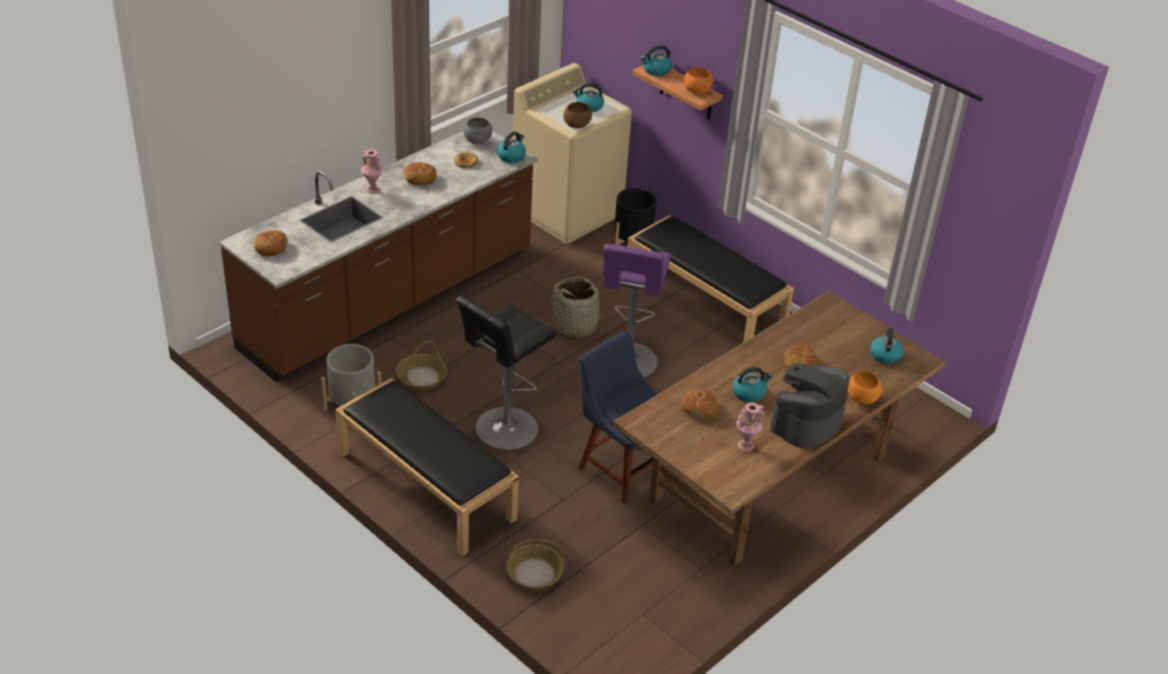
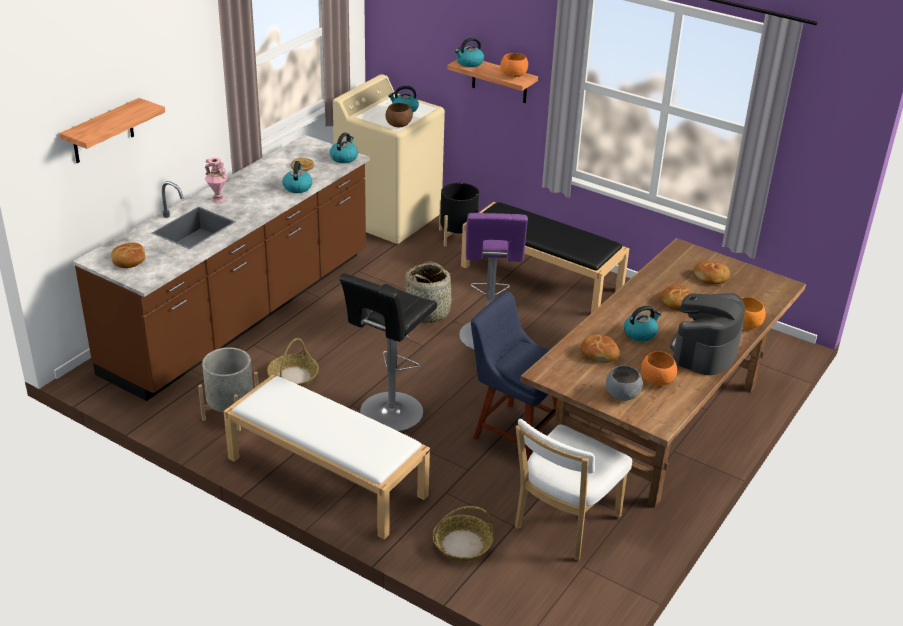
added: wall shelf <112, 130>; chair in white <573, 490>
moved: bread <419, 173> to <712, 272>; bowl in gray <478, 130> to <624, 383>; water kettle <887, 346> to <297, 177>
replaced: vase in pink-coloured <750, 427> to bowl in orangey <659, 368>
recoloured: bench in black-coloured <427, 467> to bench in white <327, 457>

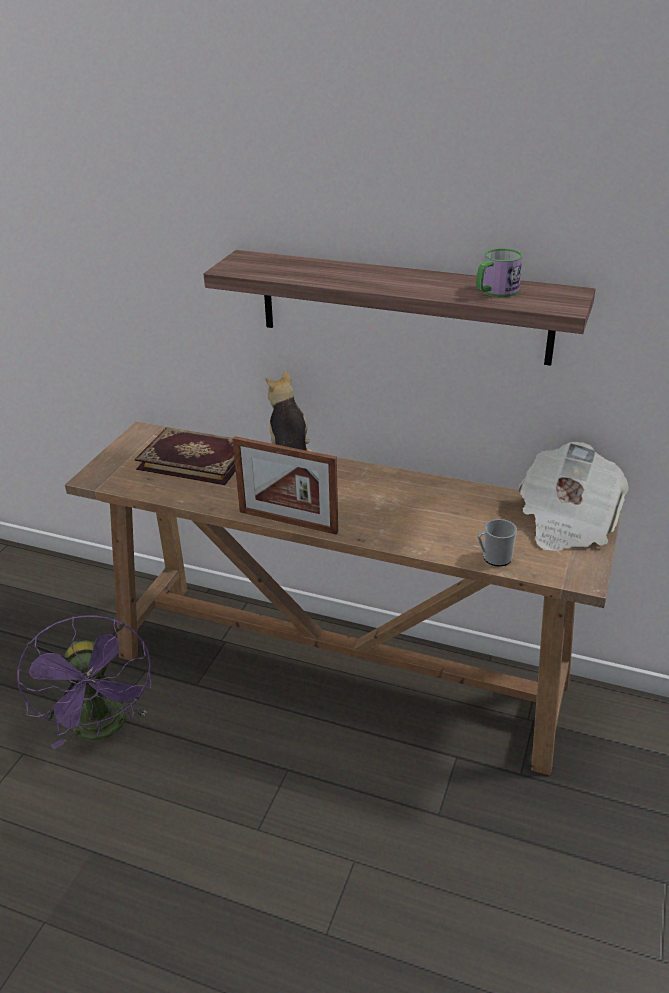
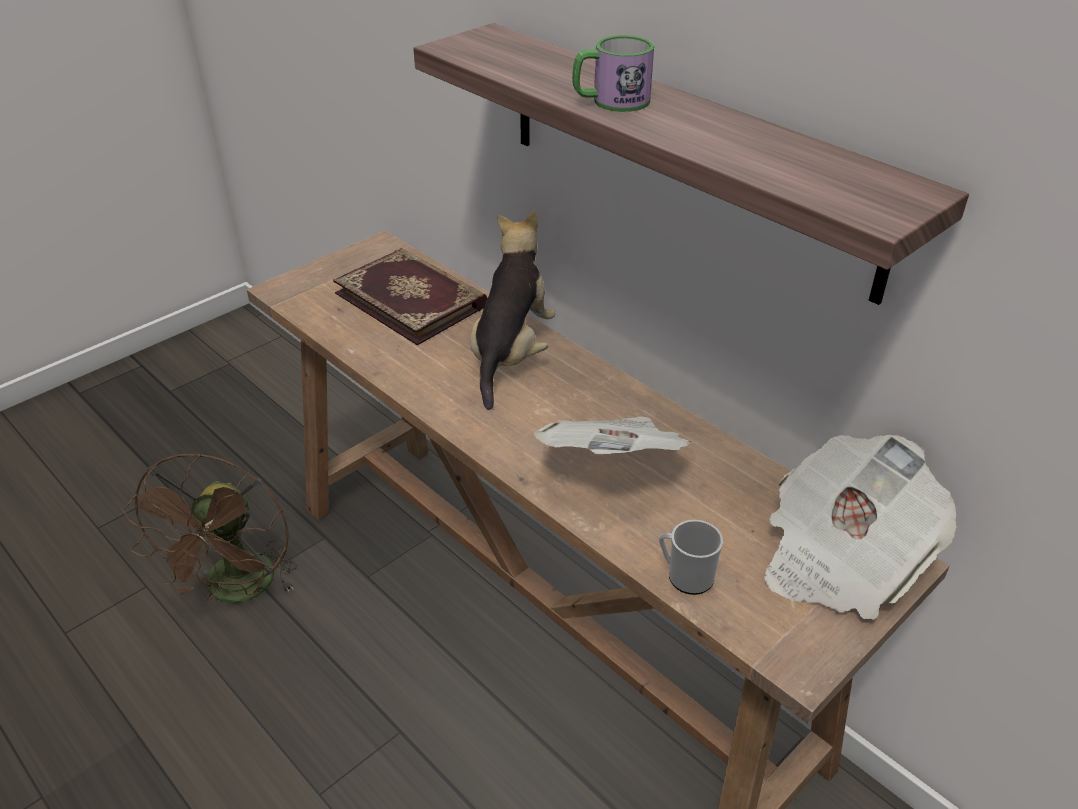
removed: standing frame <285, 485>
added: newspaper <613, 435>
moved: coffee mug <499, 272> to <613, 73>
recoloured: electric fan in purplish <84, 682> to electric fan in brownish <210, 528>

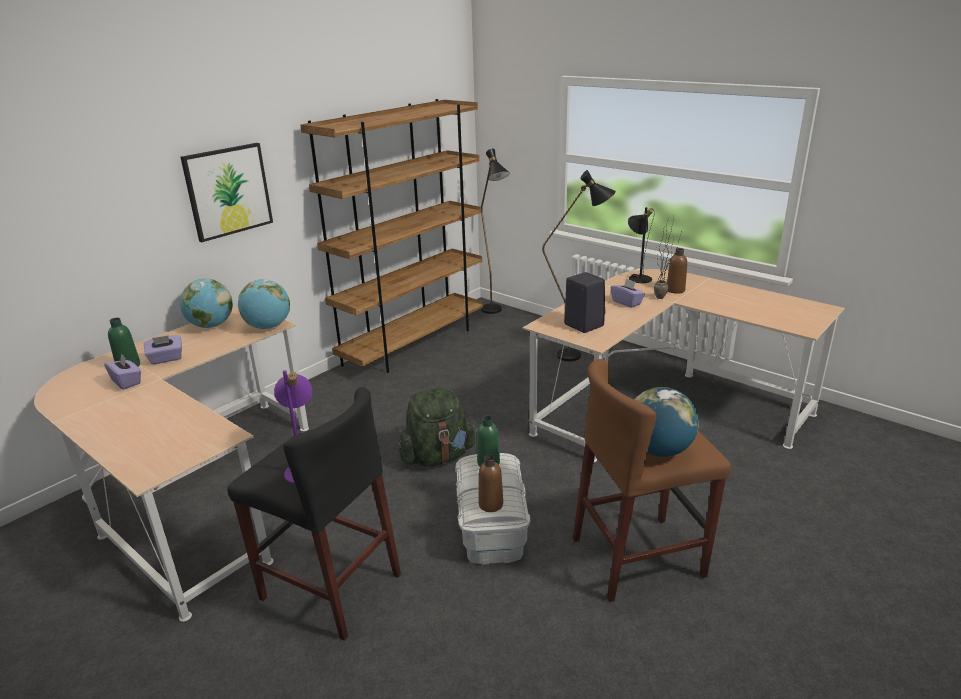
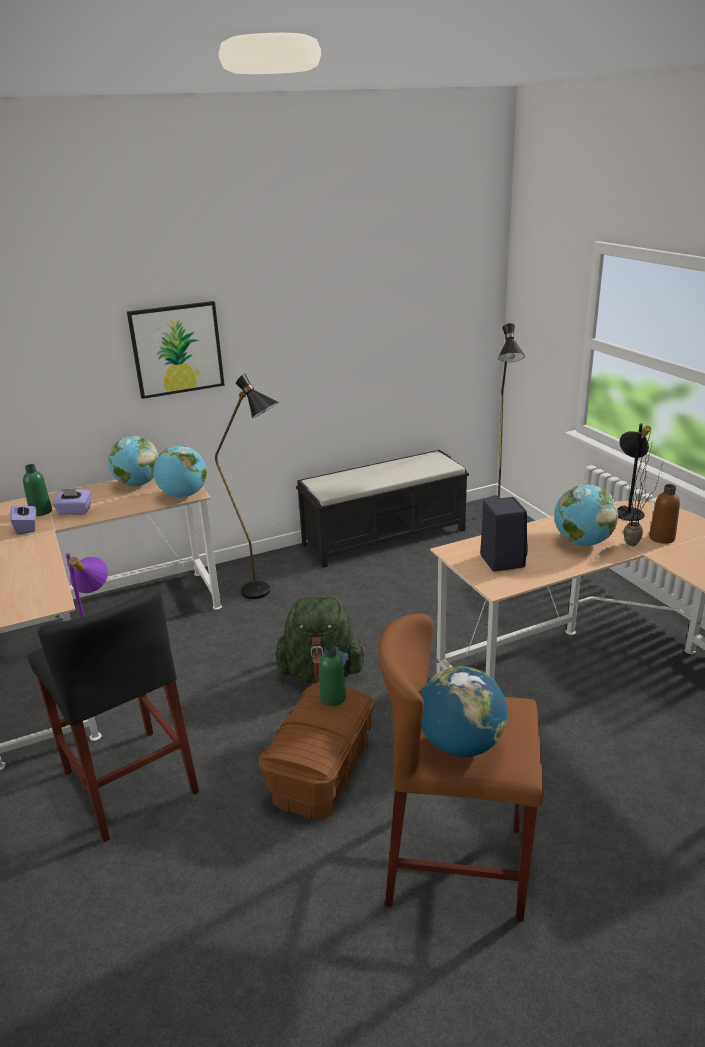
removed: drink bottle in brownish <490, 483>
moved: floor lamp in black-coloured <579, 265> to <247, 486>
replaced: bookshelf in brownish <392, 236> to bench in black-coloured <382, 509>; box of tissues in purplish <628, 293> to desk globe <586, 515>
recoloured: storage box in white <492, 509> to storage box in brownish <317, 751>

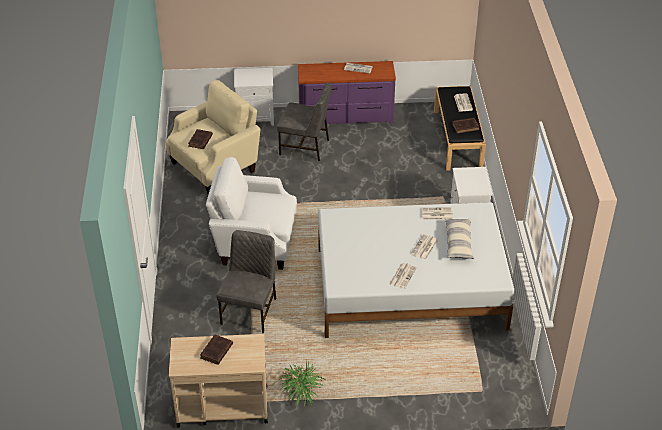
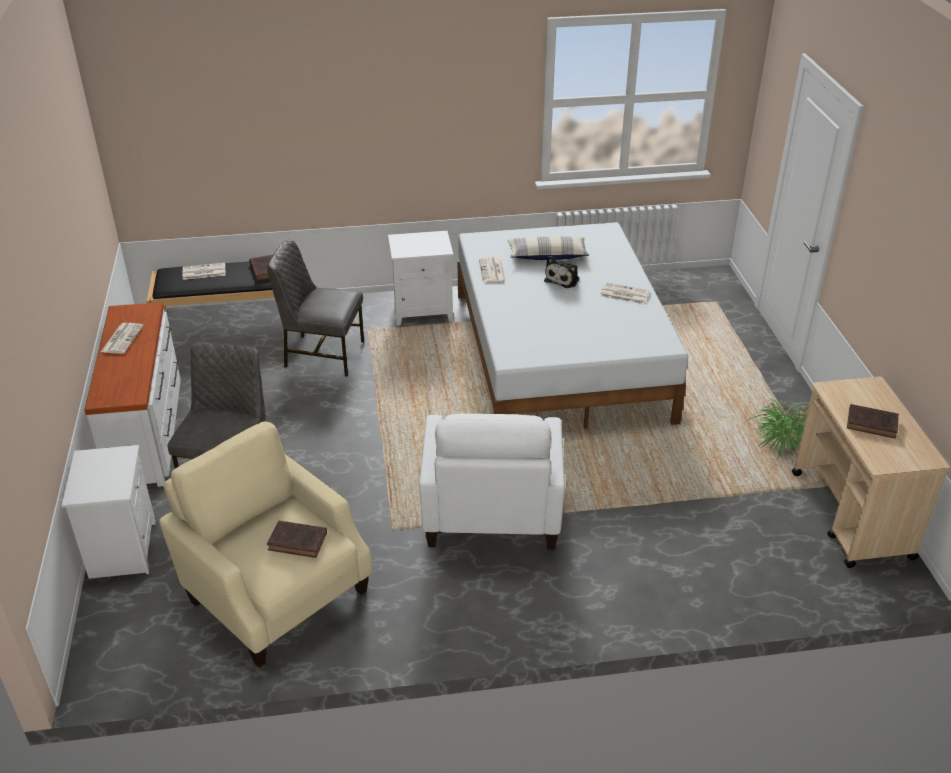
moved: chair in gray <246, 281> to <315, 307>
replaced: newspaper <424, 247> to soft toy <562, 272>
recoloured: drawer chest in purplish <347, 92> to drawer chest in white <133, 394>

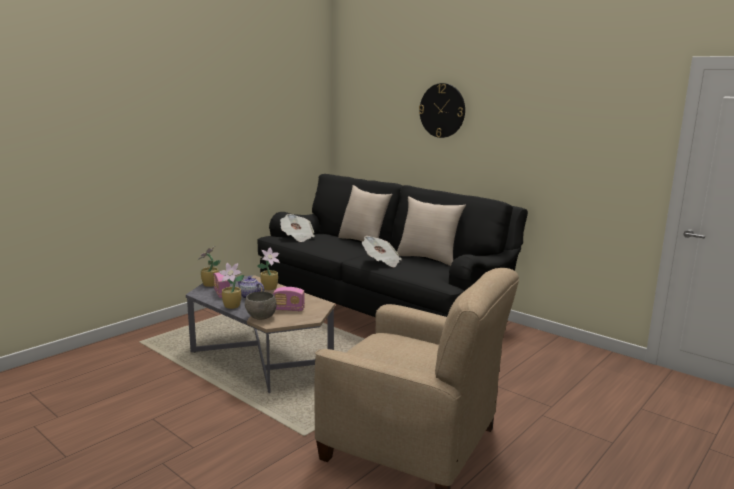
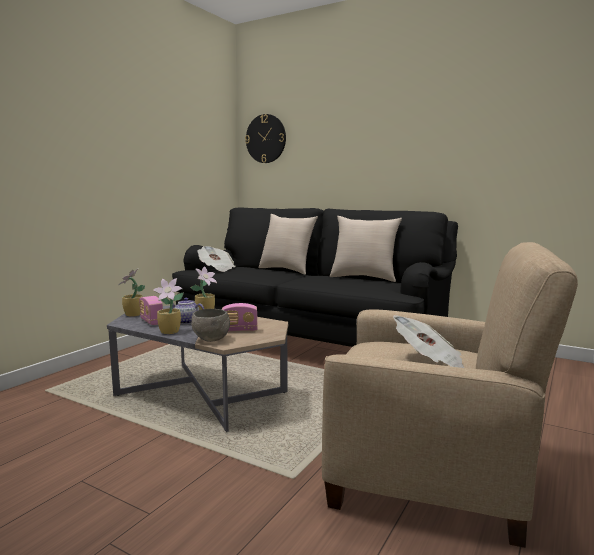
moved: newspaper <382, 251> to <428, 341>; hanging clock <442, 110> to <265, 138>

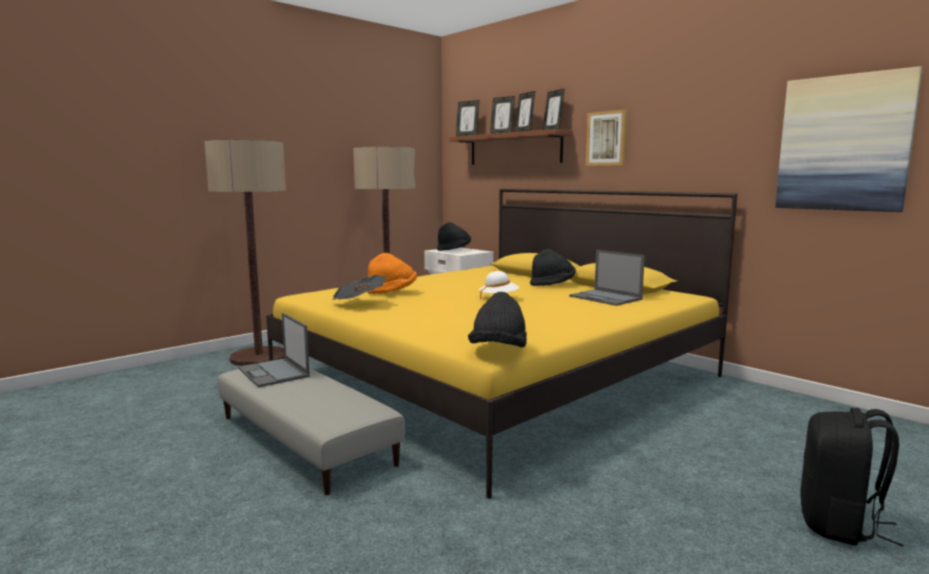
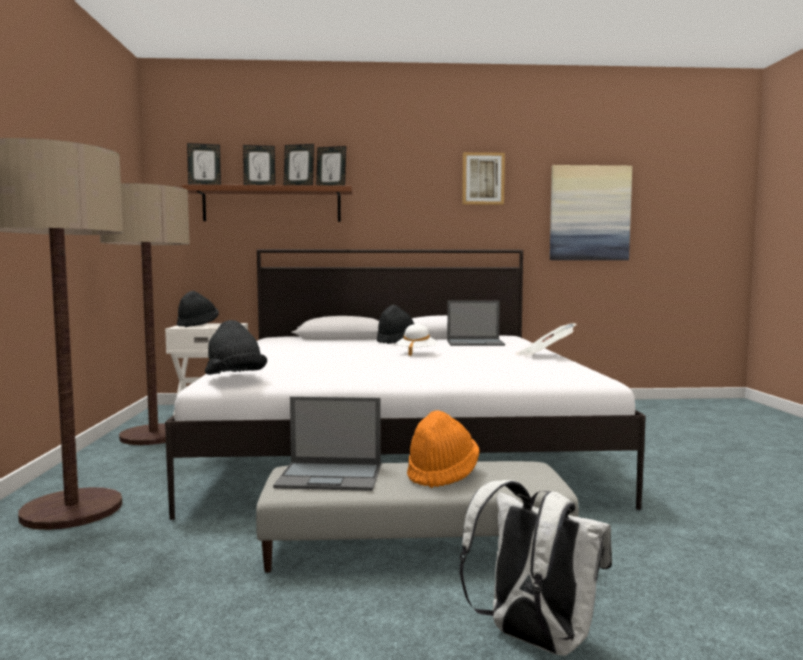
removed: rucksack in black-coloured <852, 477>
added: rucksack in white <536, 568>
moved: newspaper <359, 287> to <546, 339>; hat in orangey <392, 273> to <443, 449>; hat in black-coloured <497, 320> to <236, 347>; wall picture <606, 137> to <483, 178>
recoloured: sleeping bed in yellowish <502, 343> to sleeping bed in white <405, 384>

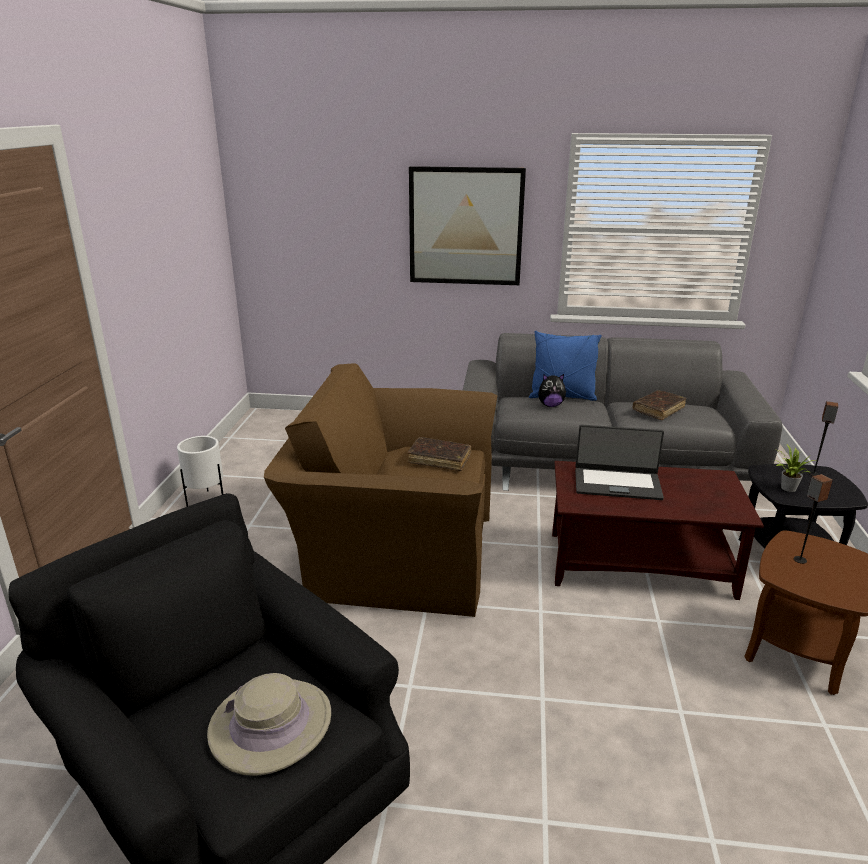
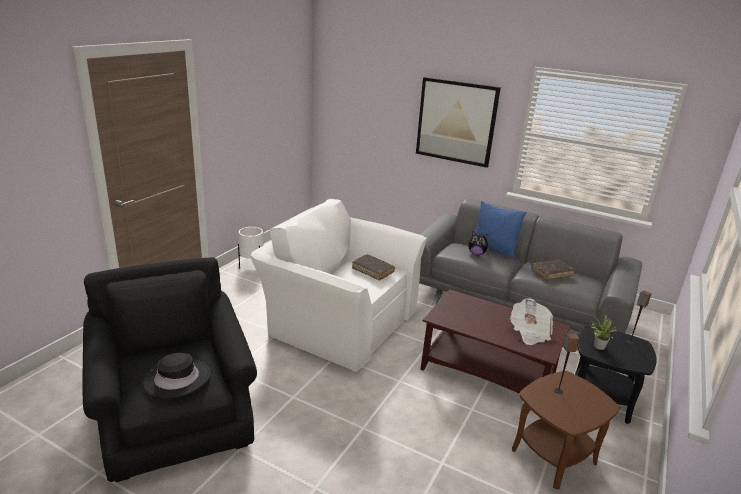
removed: notebook computer <619, 462>
added: newspaper <531, 321>
recoloured: hat in sand-coloured <269, 724> to hat in black-coloured <176, 376>; lounge chair in brownish <380, 490> to lounge chair in white <339, 285>

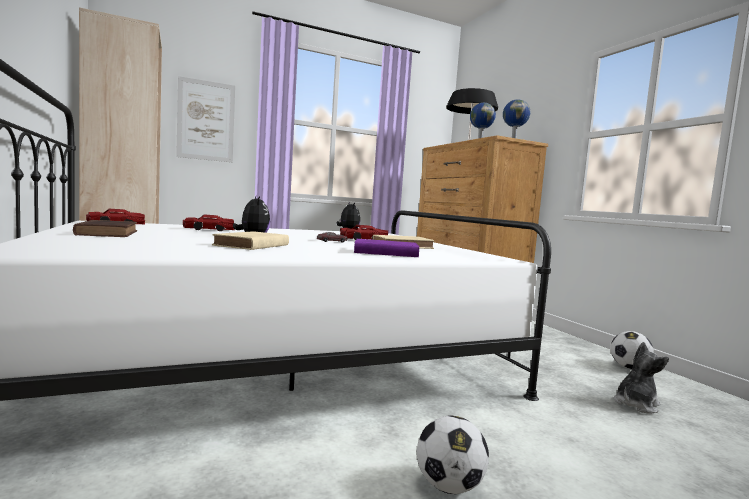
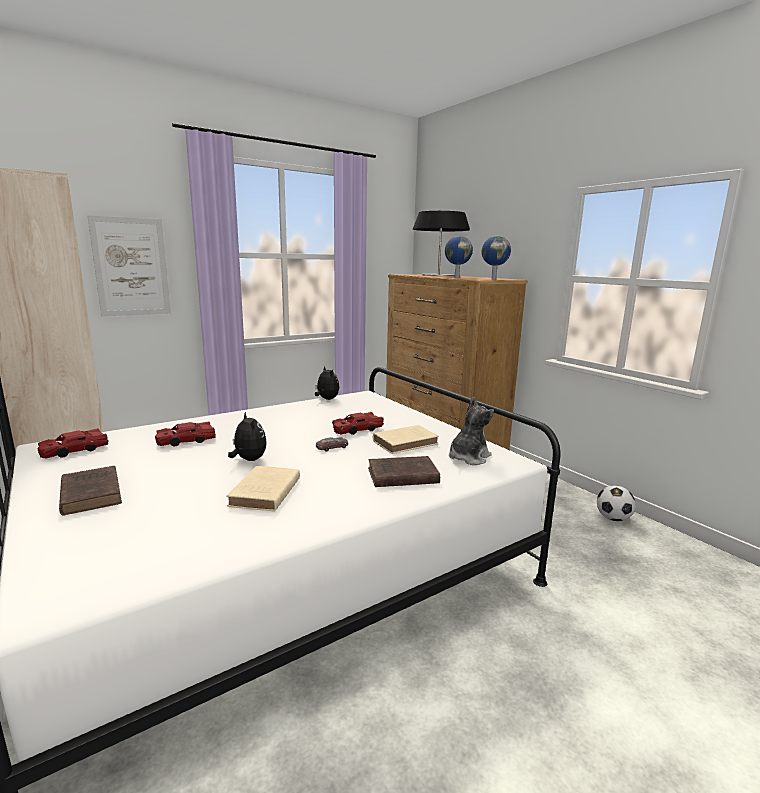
removed: football ball <453, 454>
moved: soft toy <641, 378> to <471, 431>
recoloured: bound book in purplish <386, 248> to bound book in brownish <404, 471>

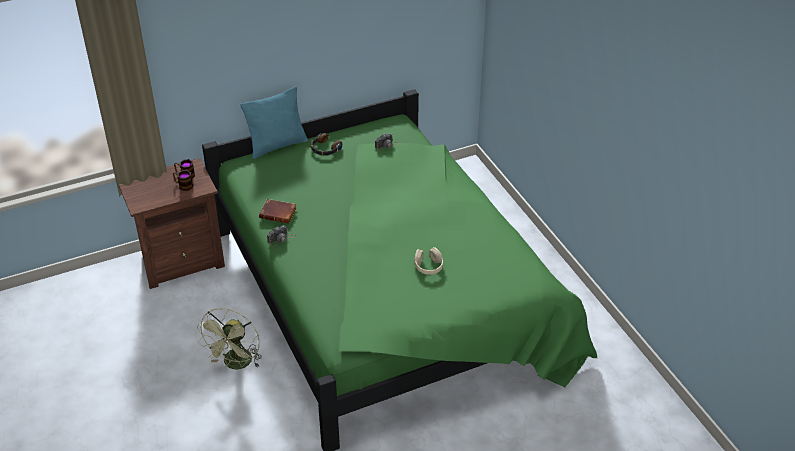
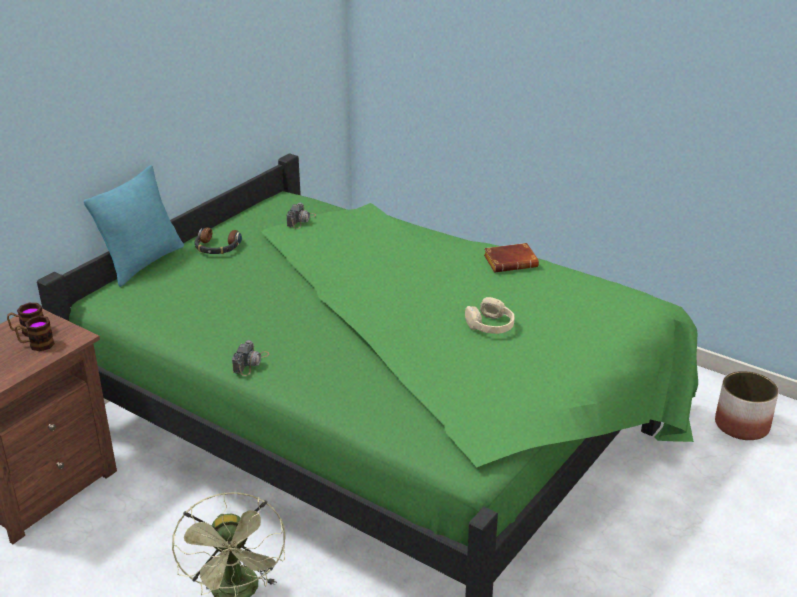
added: planter <747, 405>
moved: bound book in brownish <278, 211> to <511, 257>

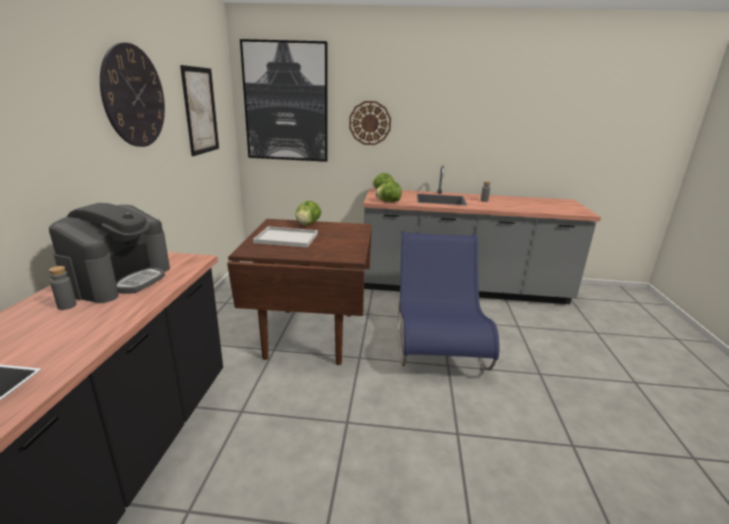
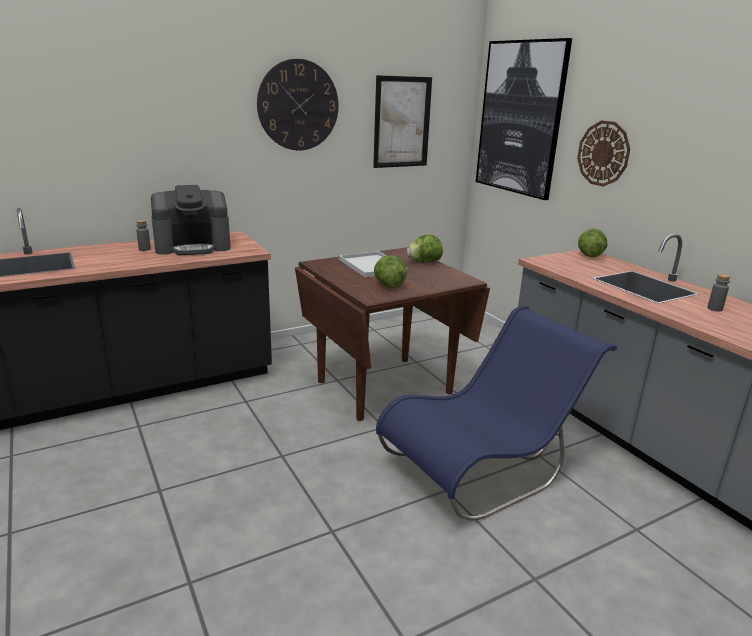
moved: lettuce <388, 191> to <390, 271>

